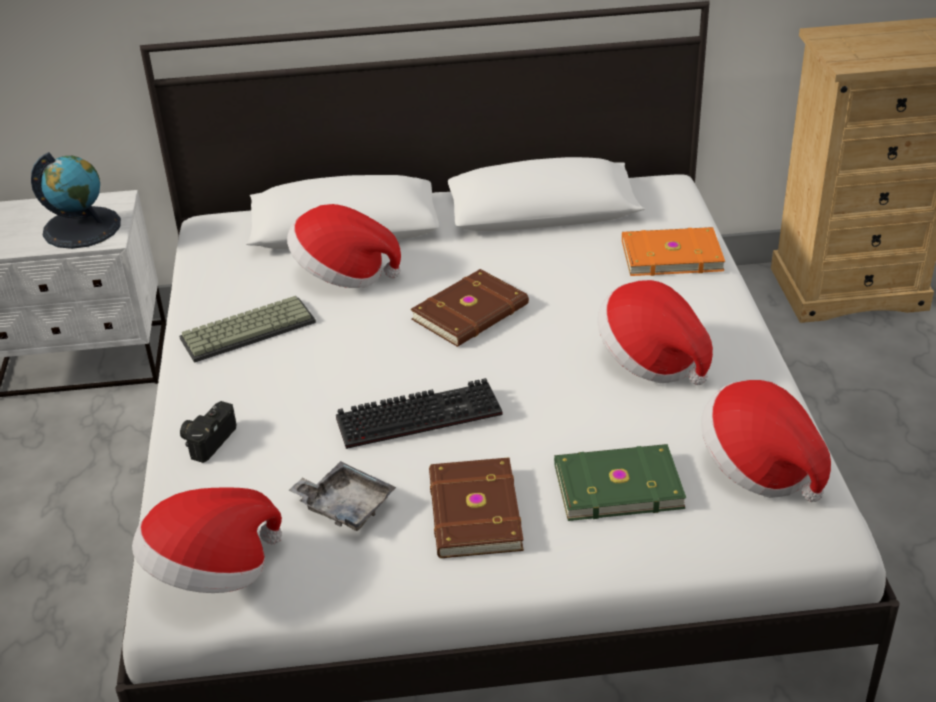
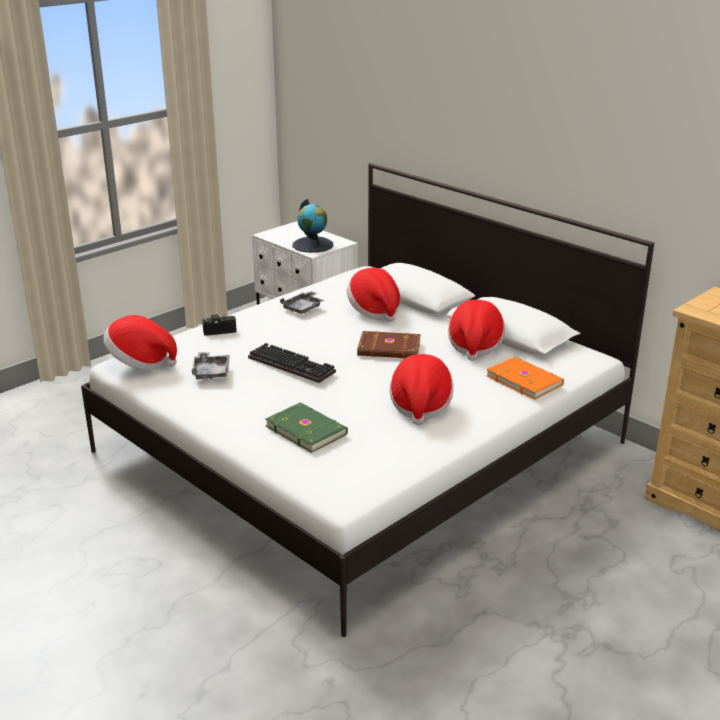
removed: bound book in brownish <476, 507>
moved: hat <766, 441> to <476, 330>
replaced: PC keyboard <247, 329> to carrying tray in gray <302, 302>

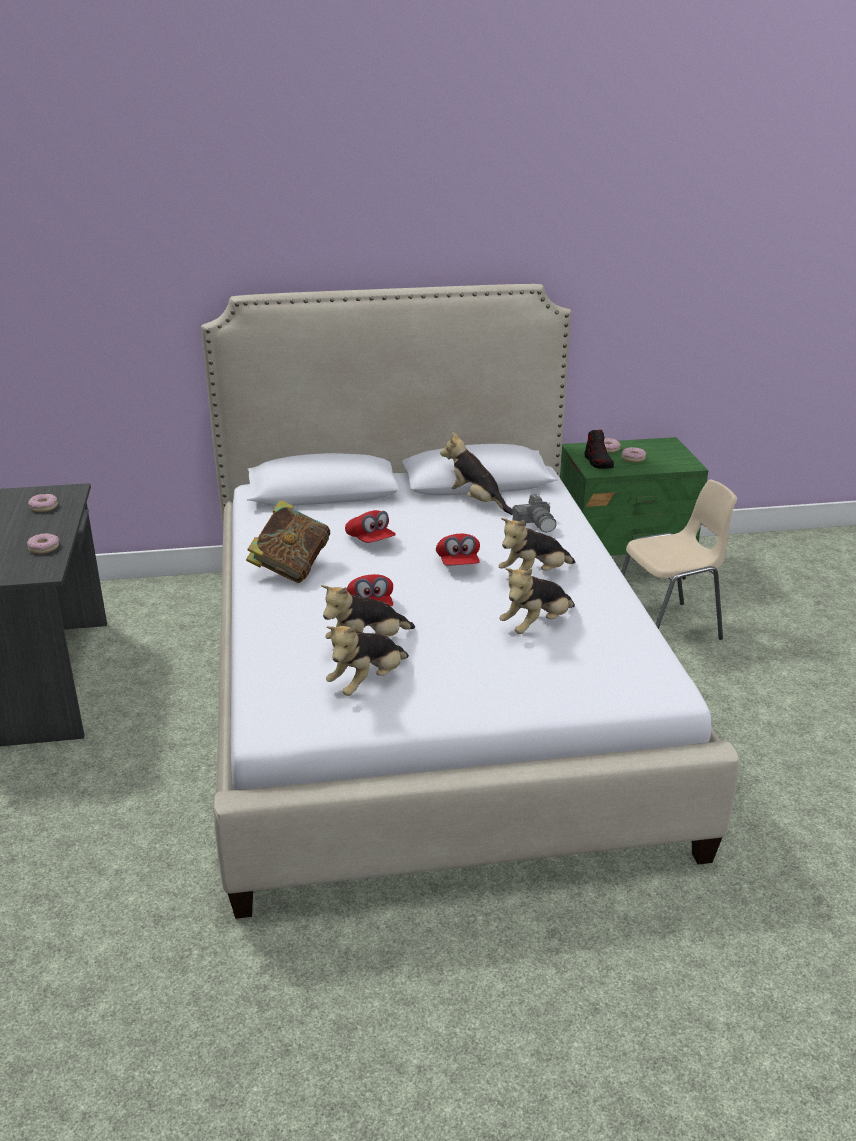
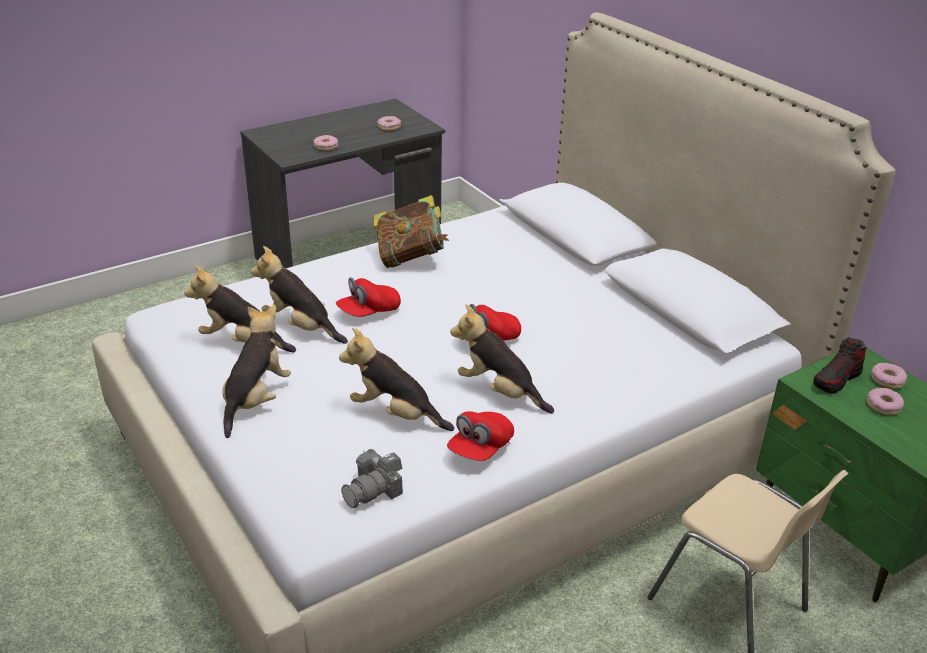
moved: baseball cap in red <370, 526> to <480, 436>; soft toy <476, 473> to <256, 371>; still camera <534, 513> to <372, 478>

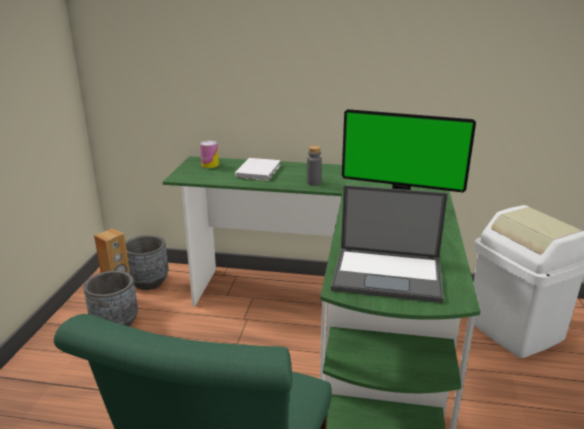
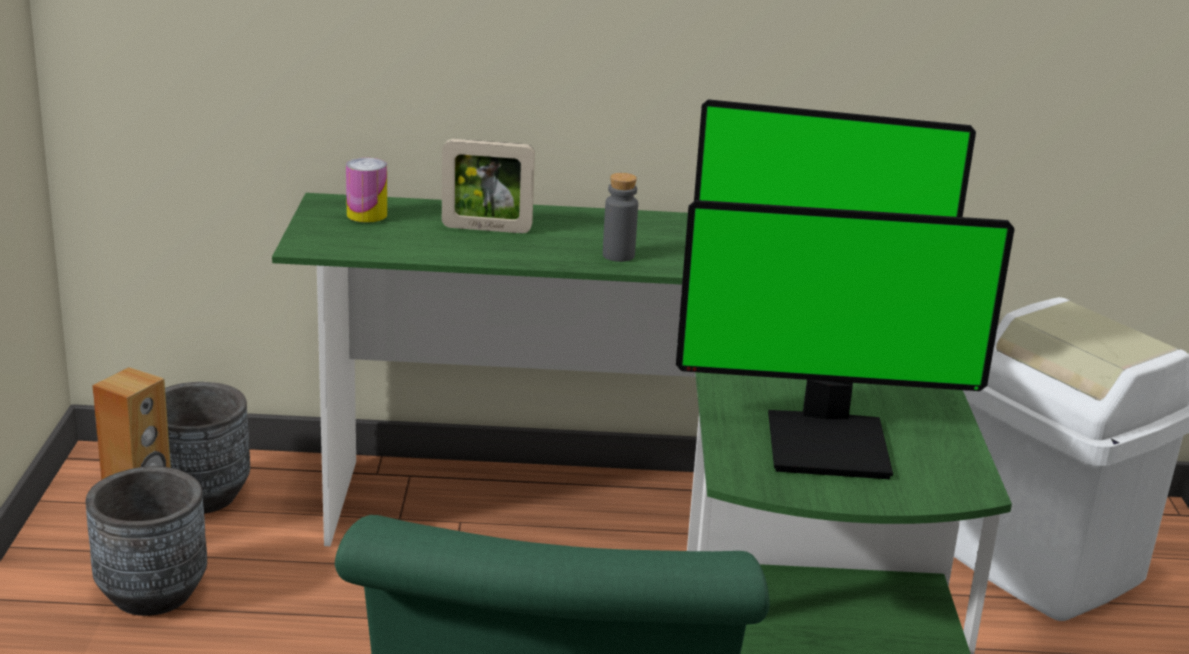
replaced: bound book in white <257, 169> to standing frame <488, 186>; notebook computer <389, 244> to computer screen <845, 339>

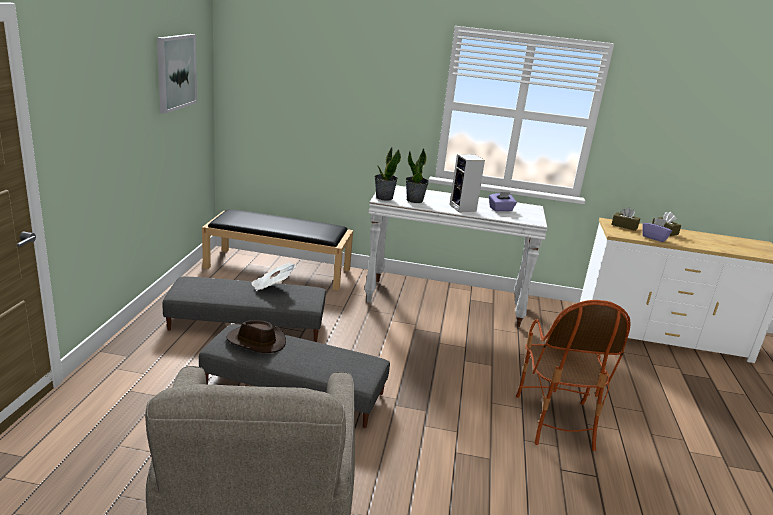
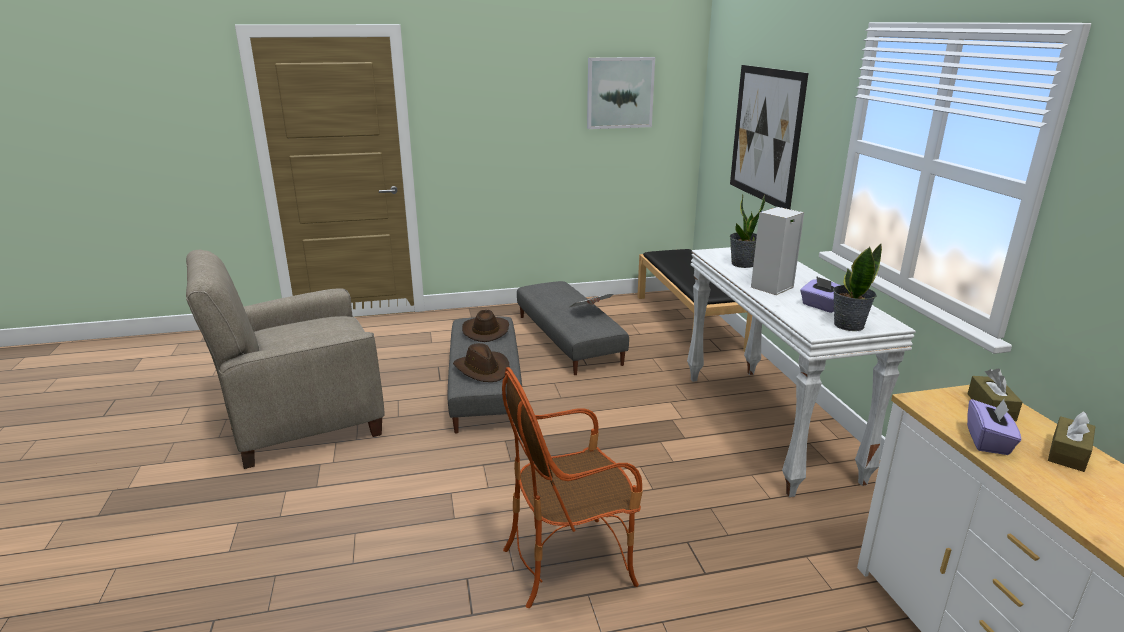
added: hat in brownish <481, 362>; wall picture <769, 137>
moved: potted plant <387, 174> to <857, 287>

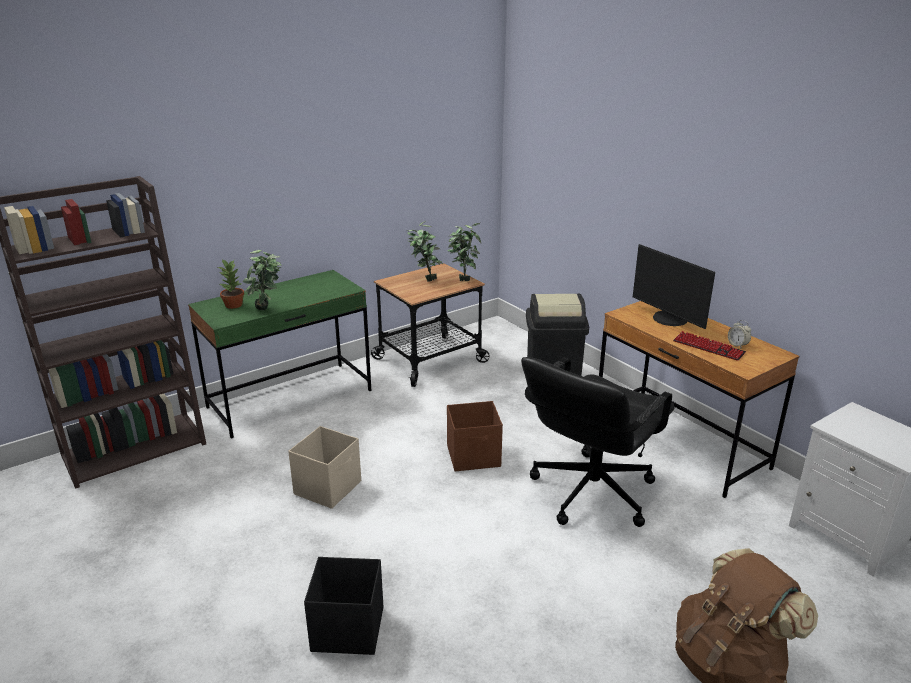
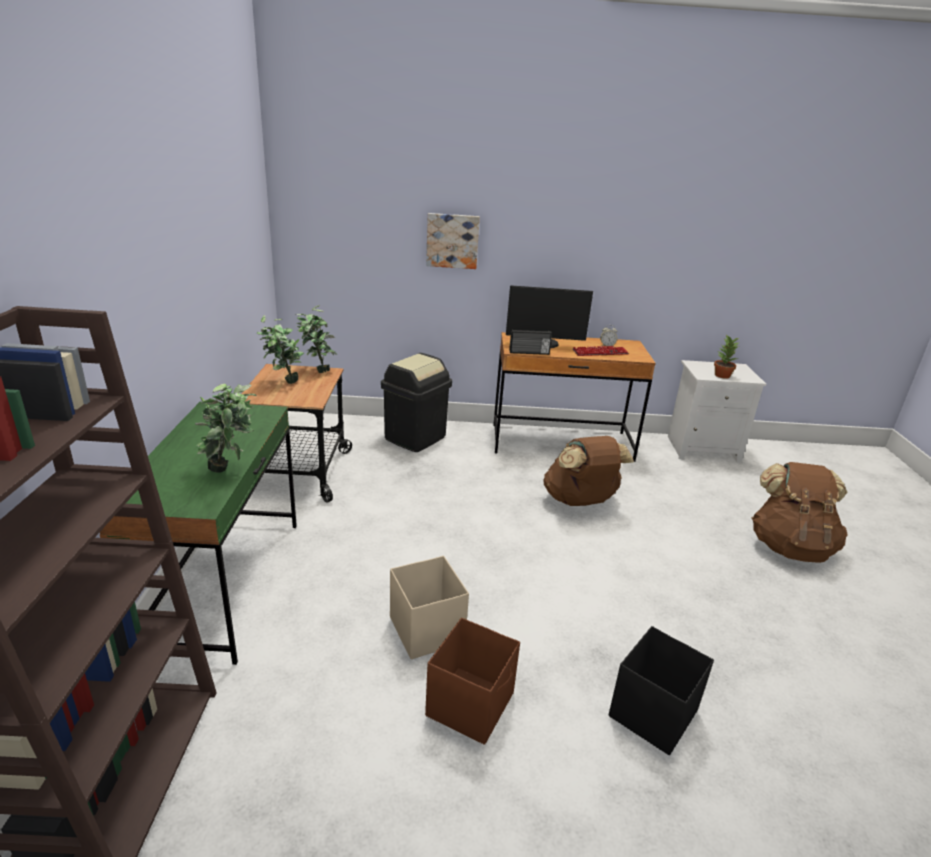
added: wall picture <453, 241>; radio receiver <530, 342>
moved: potted plant <231, 284> to <726, 357>; storage box in brownish <475, 436> to <472, 681>
replaced: office chair in black-coloured <598, 442> to rucksack in brownish <588, 471>

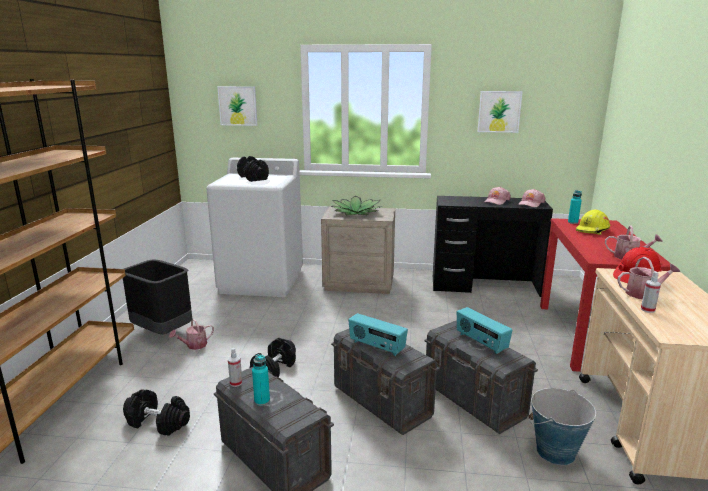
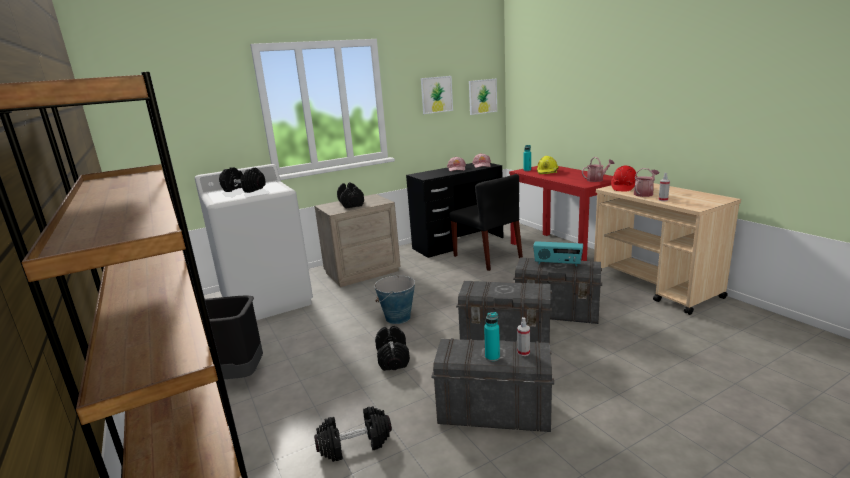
removed: sprinkling can <191, 334>; radio receiver <378, 334>
added: chair in black-coloured <486, 222>
moved: wall picture <237, 106> to <483, 97>; hand sprayer <235, 367> to <523, 336>; pail <562, 426> to <394, 299>
replaced: potted plant <356, 205> to free weight in black-coloured <350, 195>

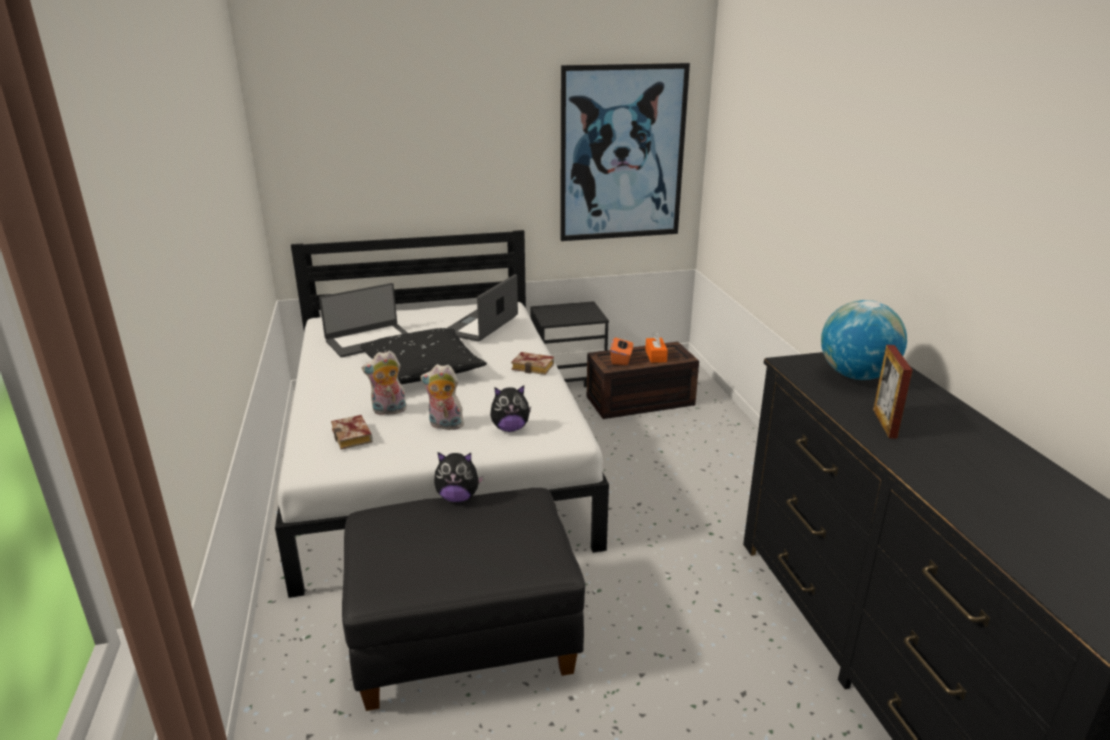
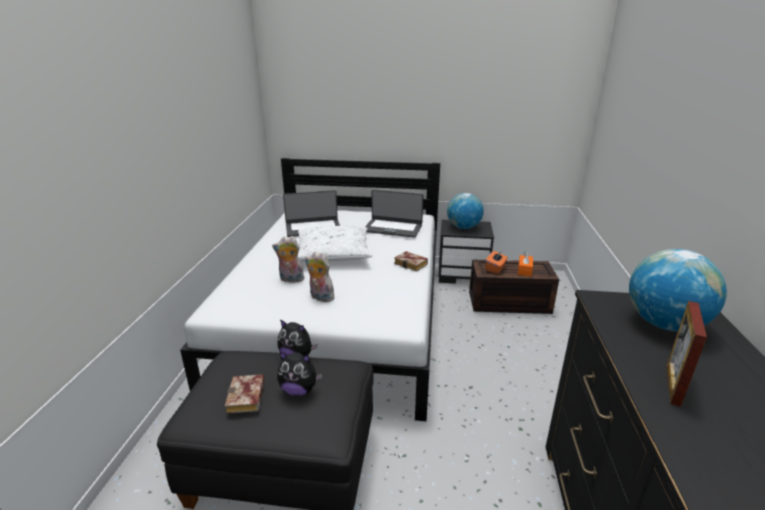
removed: wall picture <625, 152>
added: desk globe <465, 211>
moved: bound book <352, 432> to <245, 394>; soft toy <510, 408> to <300, 374>
recoloured: throw pillow in black-coloured <423, 356> to throw pillow in white <335, 243>
turned: notebook computer <482, 308> = <394, 214> 120 degrees counterclockwise

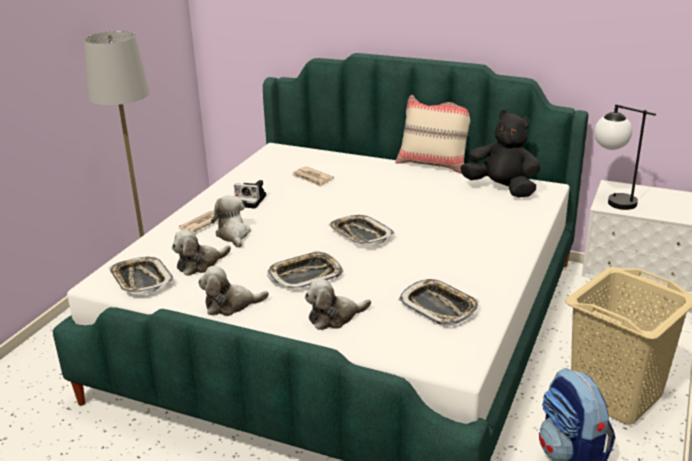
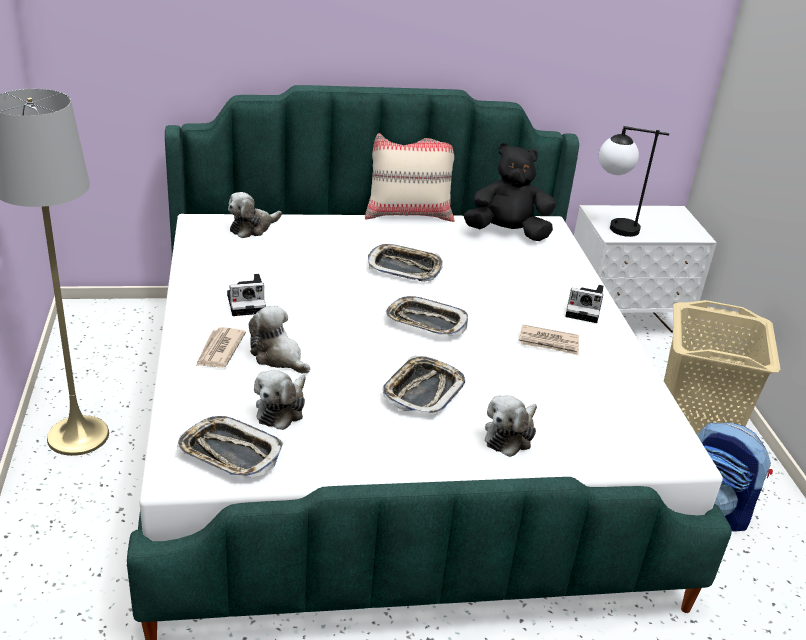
added: still camera <584, 304>
moved: soft toy <233, 291> to <255, 215>; newspaper <313, 176> to <549, 339>; carrying tray <438, 302> to <405, 263>

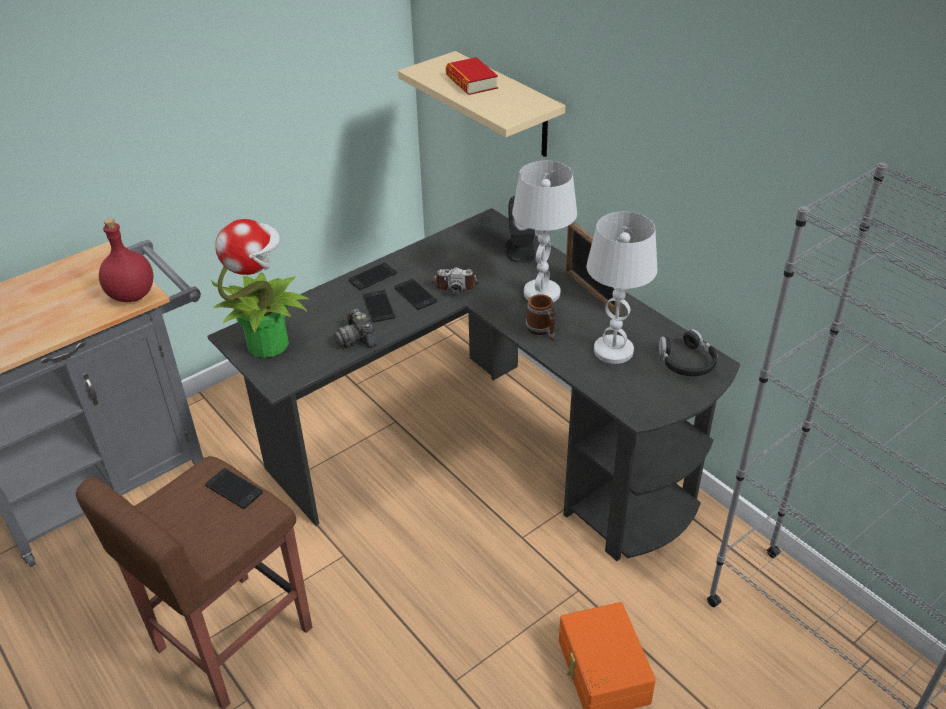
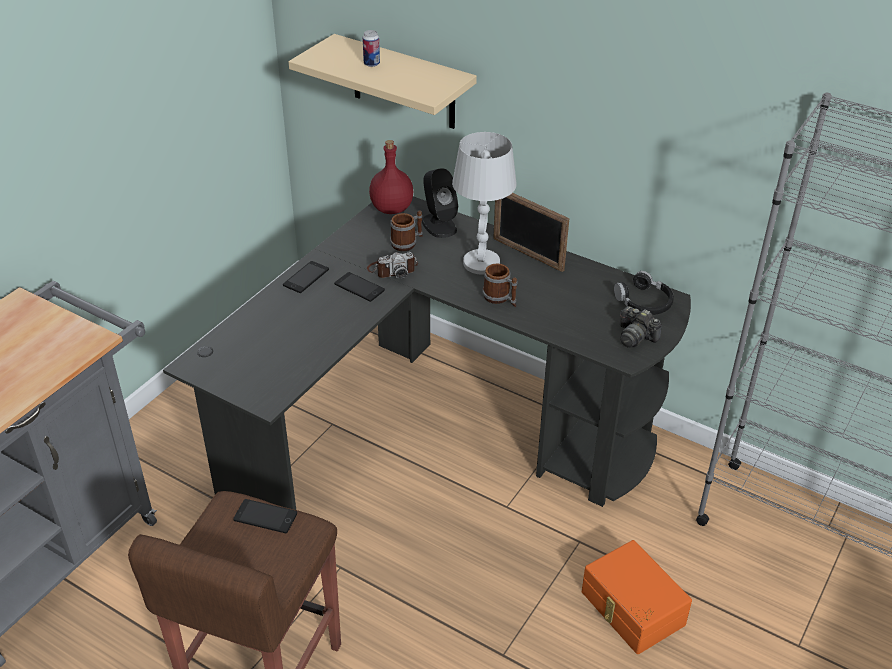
removed: potted plant <259, 288>; phone <379, 306>; table lamp in white <621, 288>
added: coffee mug <406, 230>
moved: drink bottle in red <126, 260> to <391, 177>; still camera <355, 328> to <640, 327>
replaced: bound book <472, 76> to can <371, 48>

